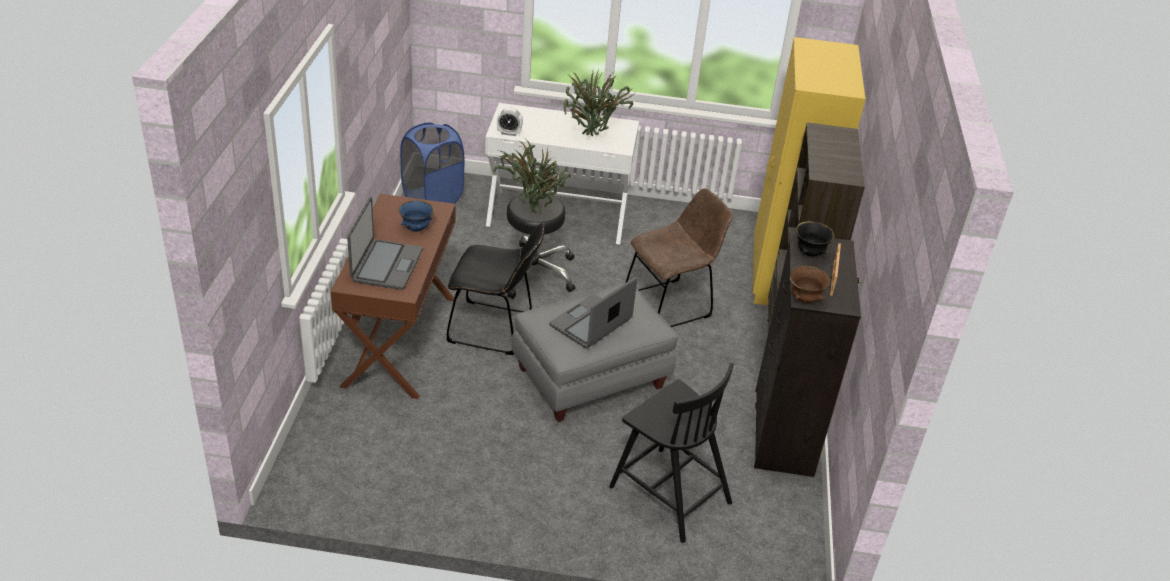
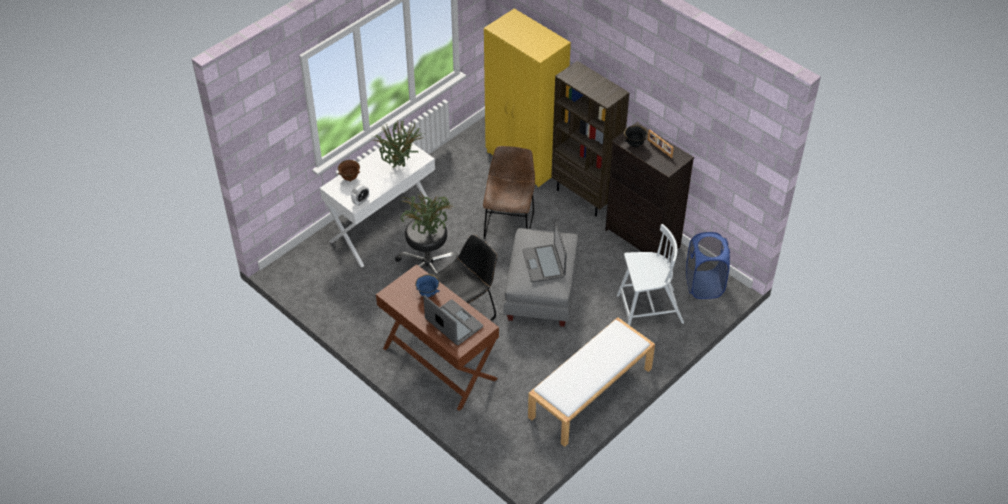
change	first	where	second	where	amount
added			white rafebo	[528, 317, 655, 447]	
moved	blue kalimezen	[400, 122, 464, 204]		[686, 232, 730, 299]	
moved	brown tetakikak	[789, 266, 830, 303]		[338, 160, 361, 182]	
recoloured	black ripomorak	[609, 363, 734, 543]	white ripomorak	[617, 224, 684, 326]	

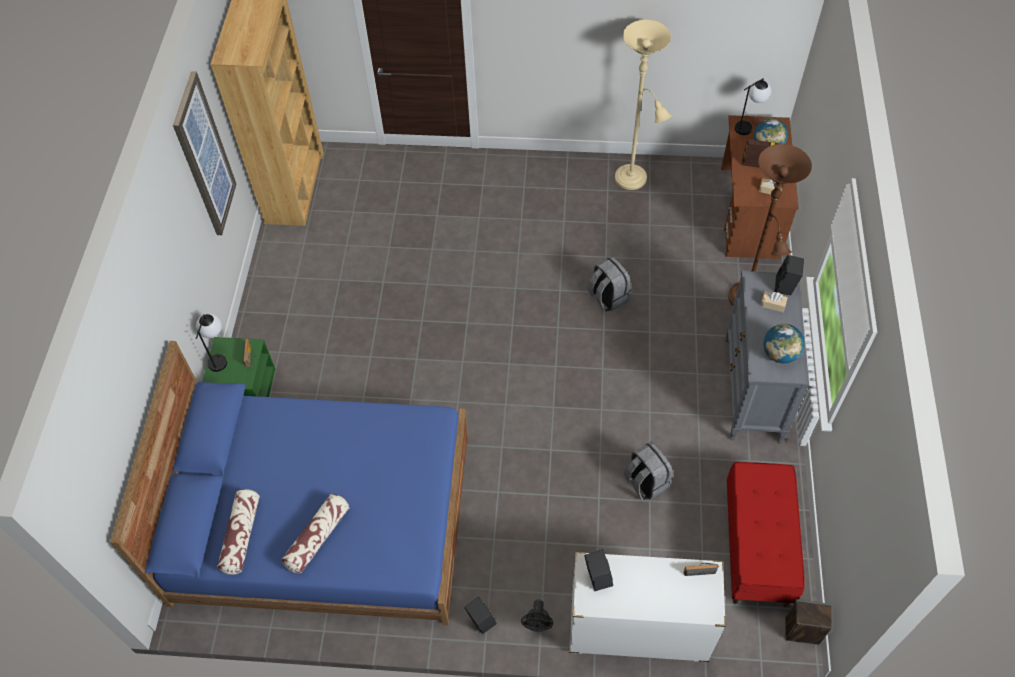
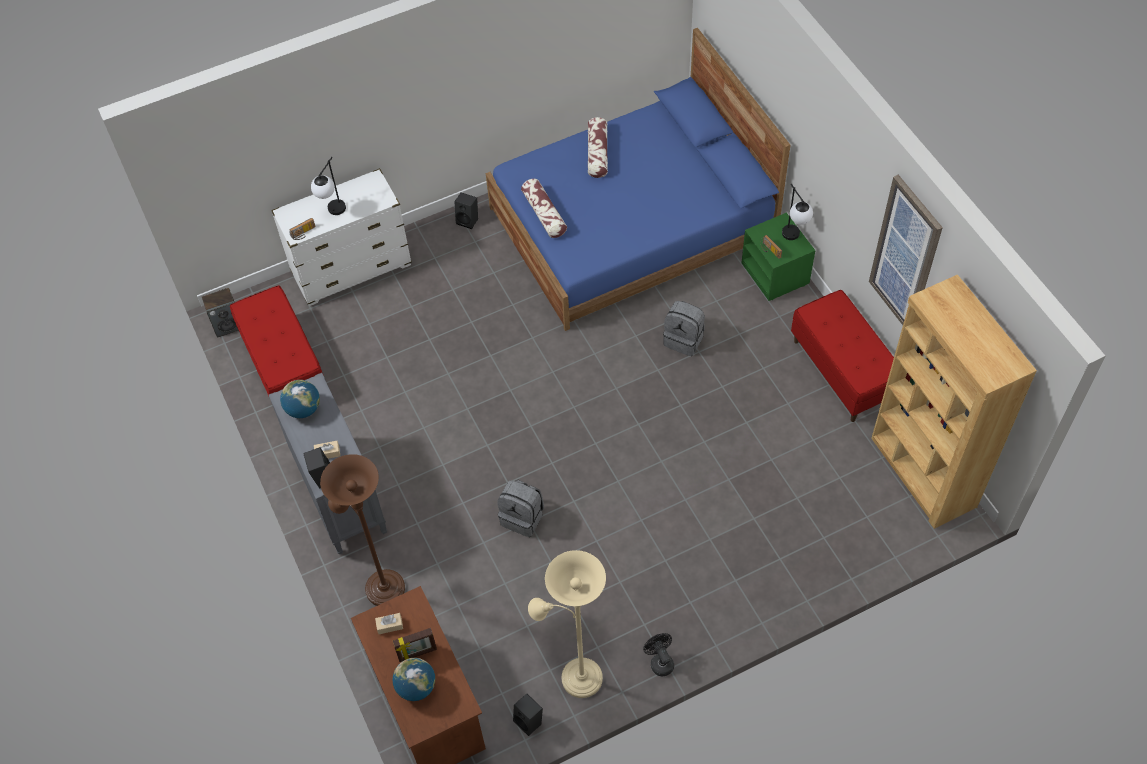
change	first	where	second	where	amount
added			red rafebo	[791, 290, 894, 422]	
moved	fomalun	[217, 489, 260, 575]		[521, 179, 567, 238]	
moved	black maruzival	[521, 599, 553, 632]		[643, 633, 674, 676]	
moved	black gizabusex	[584, 549, 613, 591]		[513, 694, 543, 736]	
moved	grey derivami	[624, 442, 673, 501]		[663, 301, 705, 356]	
moved	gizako	[735, 78, 771, 135]		[311, 157, 346, 215]	

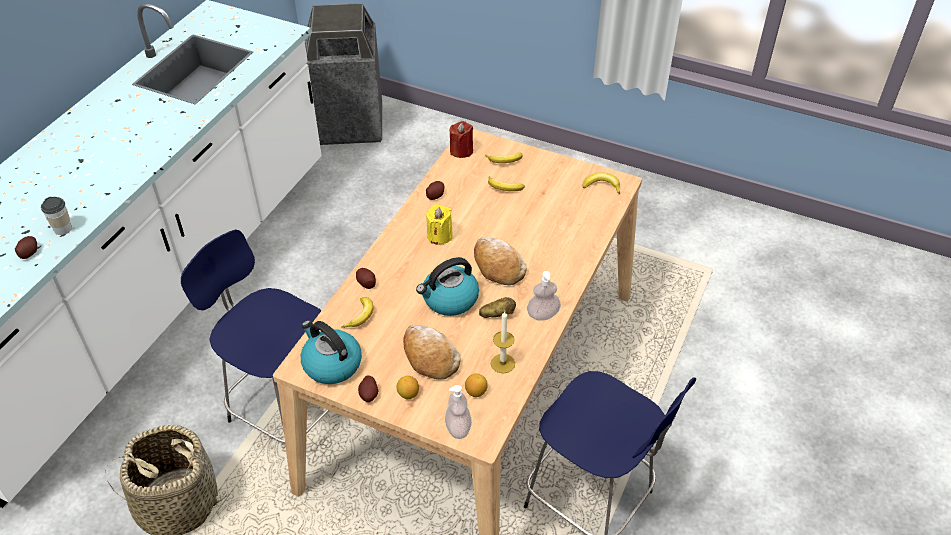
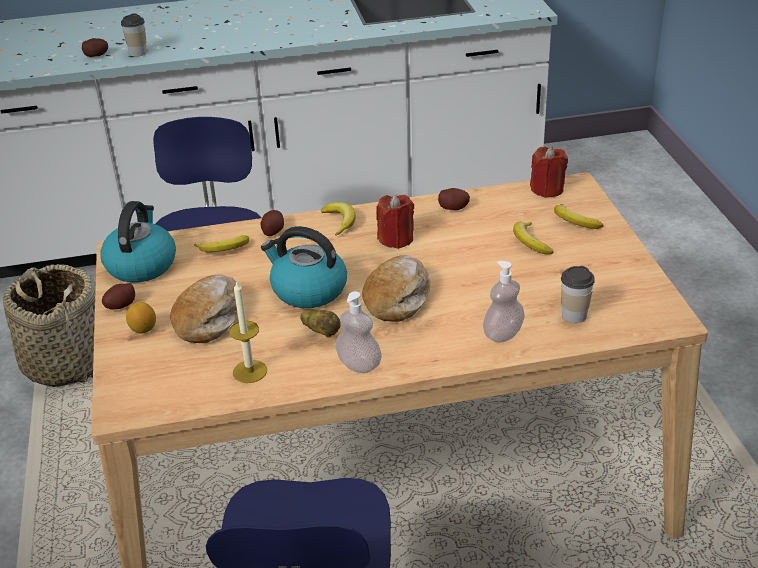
change	first	where	second	where	amount
removed	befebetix	[305, 3, 382, 145]			
removed	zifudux	[465, 374, 488, 397]			
added			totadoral	[561, 266, 595, 323]	
moved	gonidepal	[445, 385, 472, 439]		[483, 261, 524, 343]	
moved	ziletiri	[582, 172, 620, 194]		[321, 202, 356, 236]	
recoloured	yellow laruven	[426, 204, 453, 245]	red laruven	[376, 195, 414, 249]	

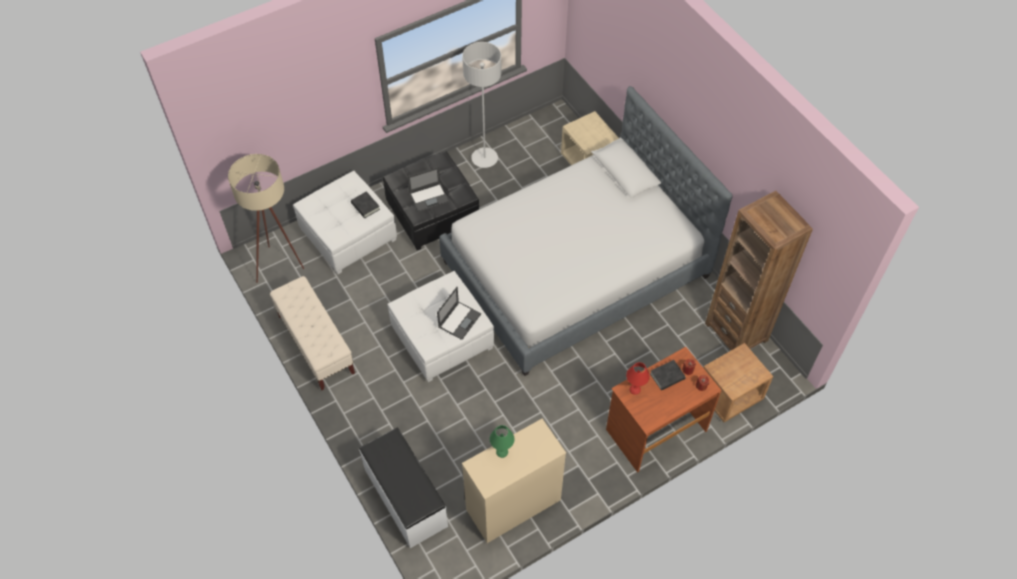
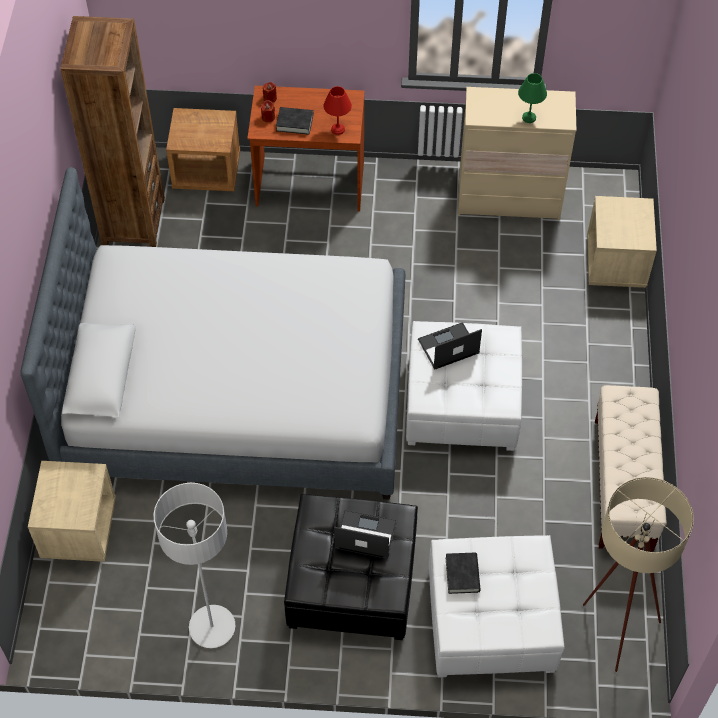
change	first	where	second	where	amount
replaced	white rafebo	[359, 428, 448, 548]	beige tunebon	[587, 196, 657, 288]	

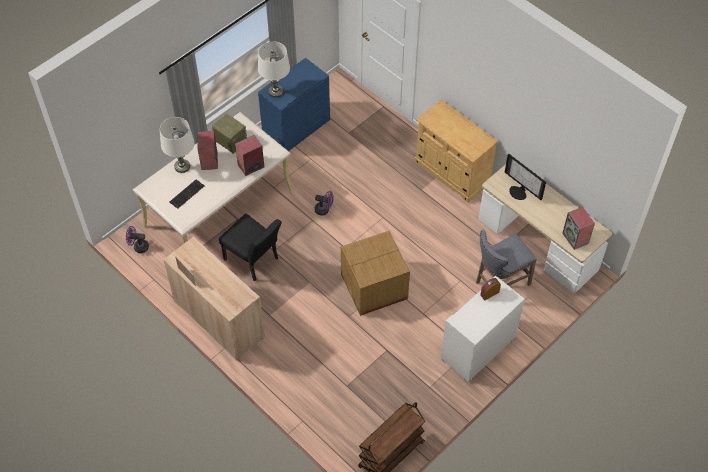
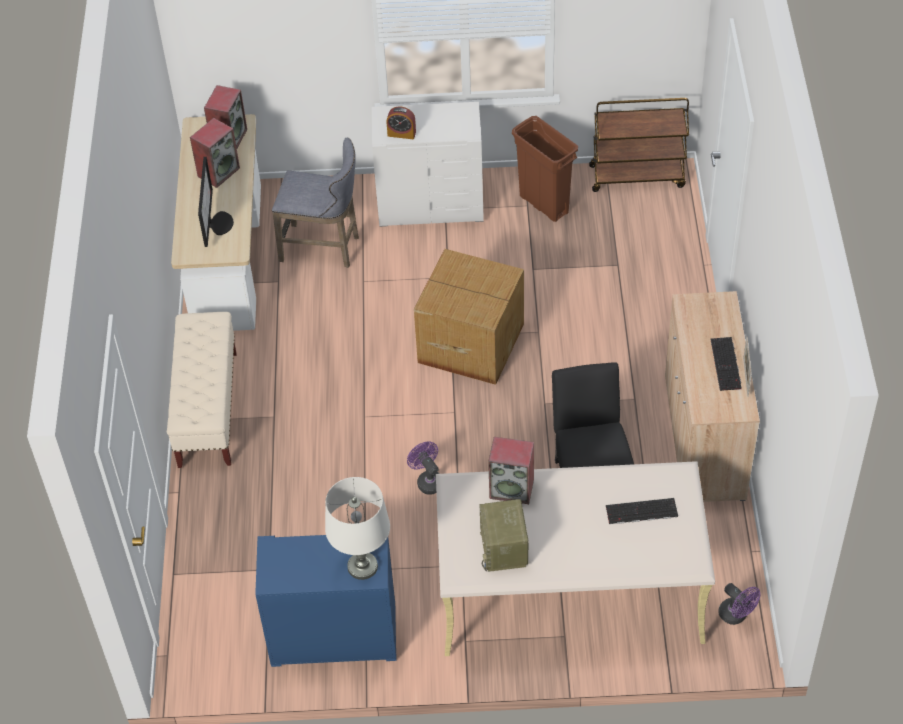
change	first	where	second	where	amount
removed	white gizako	[160, 117, 194, 173]			
added			brown befebetix	[512, 116, 578, 222]	
added			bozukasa	[710, 337, 742, 391]	
moved	gizabusex	[197, 131, 218, 170]		[190, 118, 240, 188]	
replaced	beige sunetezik	[415, 99, 499, 203]	beige rafebo	[167, 312, 237, 468]	

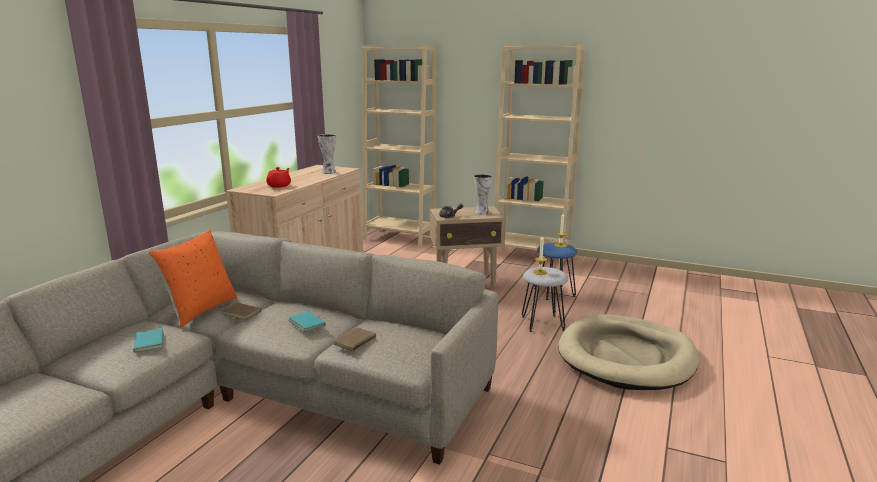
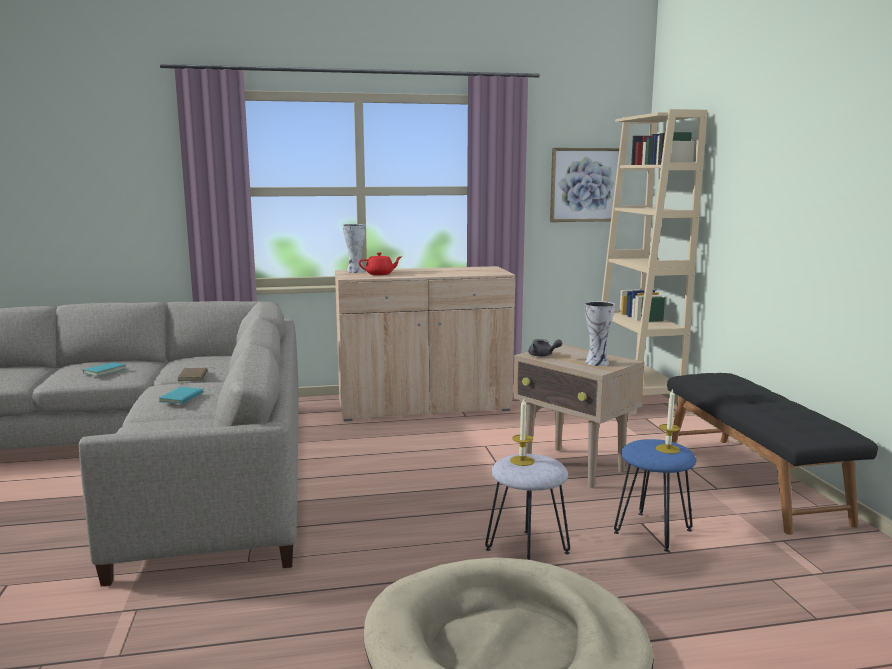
change	first	where	second	where	amount
removed	orange fomalun	[149, 230, 237, 327]			
removed	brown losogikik	[333, 327, 383, 351]			
added			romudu	[550, 148, 619, 222]	
moved	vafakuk	[318, 134, 336, 174]		[343, 224, 366, 273]	
replaced	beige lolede	[494, 44, 586, 269]	black rafebo	[667, 373, 878, 535]	

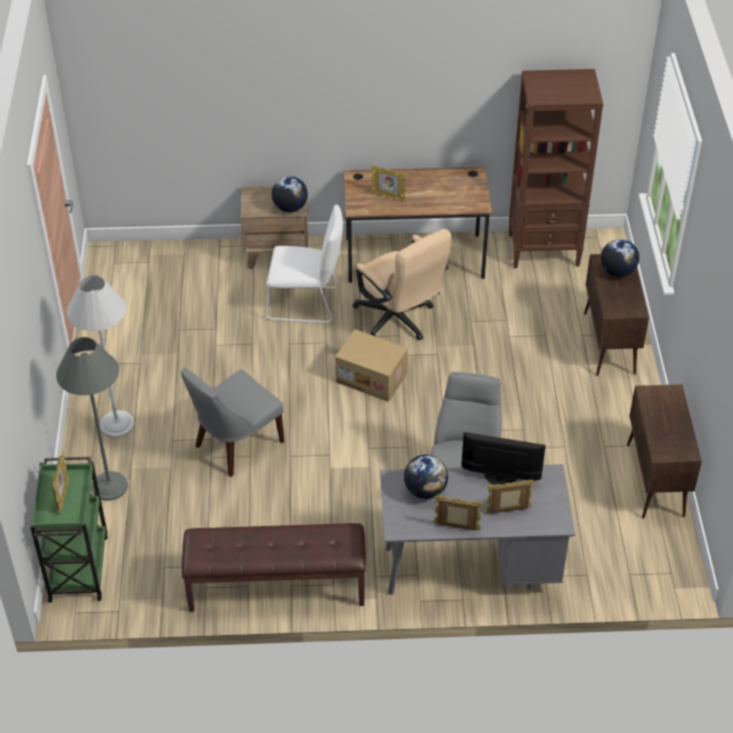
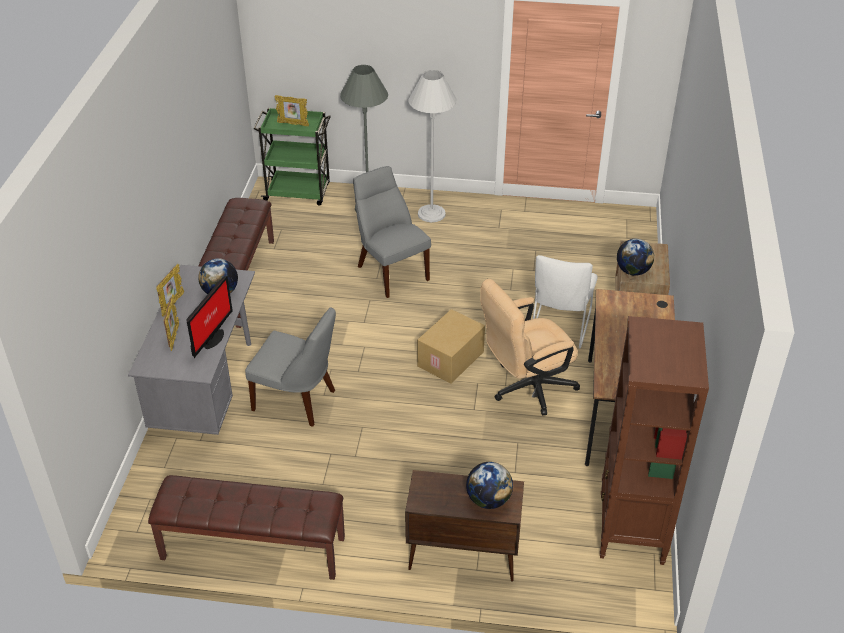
change	first	where	second	where	amount
removed	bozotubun	[371, 165, 407, 202]			
replaced	brown sunetezik	[627, 384, 702, 518]	brown rafebo	[148, 475, 345, 580]	

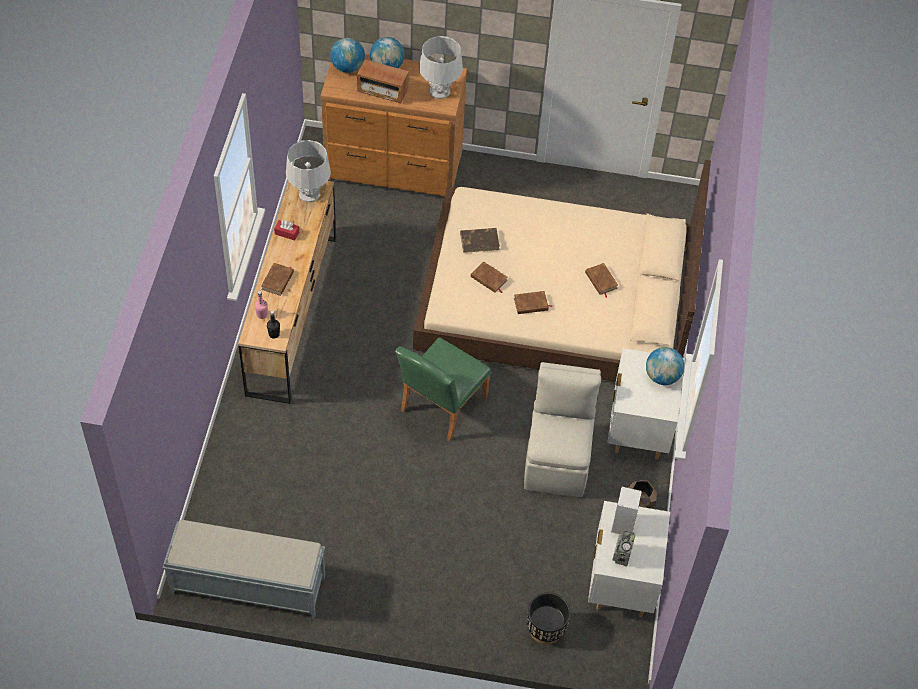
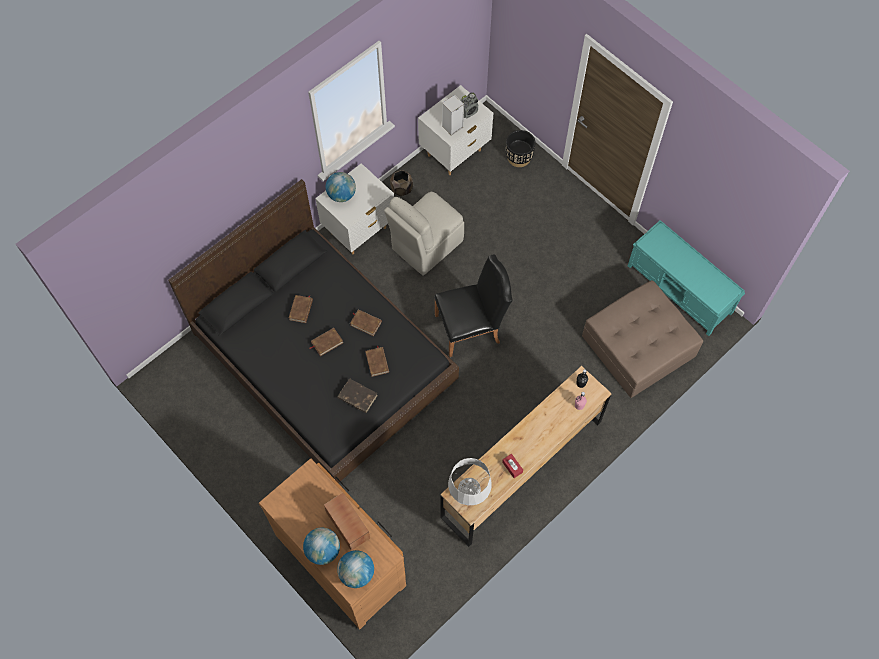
change	first	where	second	where	amount
removed	grey gizako	[419, 36, 463, 99]			
added			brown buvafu	[582, 280, 703, 398]	
moved	brown losogikik	[261, 263, 294, 296]		[310, 328, 343, 356]	
recoloured	grey rafebo	[163, 520, 325, 619]	turquoise rafebo	[628, 220, 745, 336]	
recoloured	green ripomorak	[395, 337, 491, 442]	black ripomorak	[434, 254, 513, 357]	
recoloured	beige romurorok	[413, 160, 711, 382]	black romurorok	[168, 179, 459, 483]	

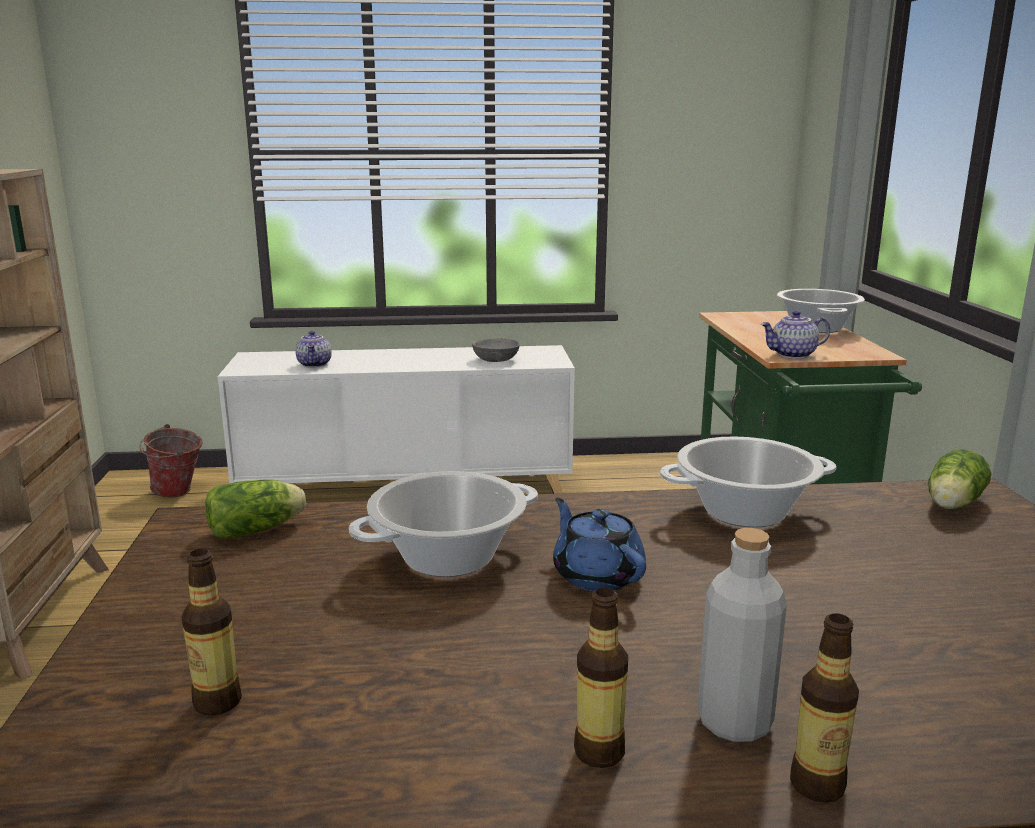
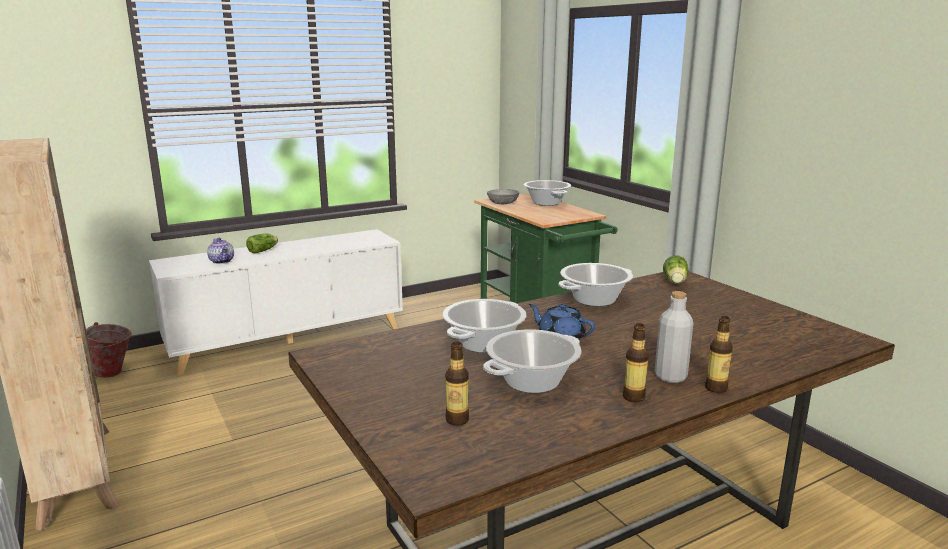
change	first	where	second	where	amount
removed	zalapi	[761, 310, 830, 359]			
added			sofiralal	[483, 329, 582, 393]	
moved	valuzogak	[205, 479, 306, 539]		[246, 233, 278, 254]	
moved	grey tetakikak	[472, 338, 520, 362]		[487, 189, 519, 204]	

